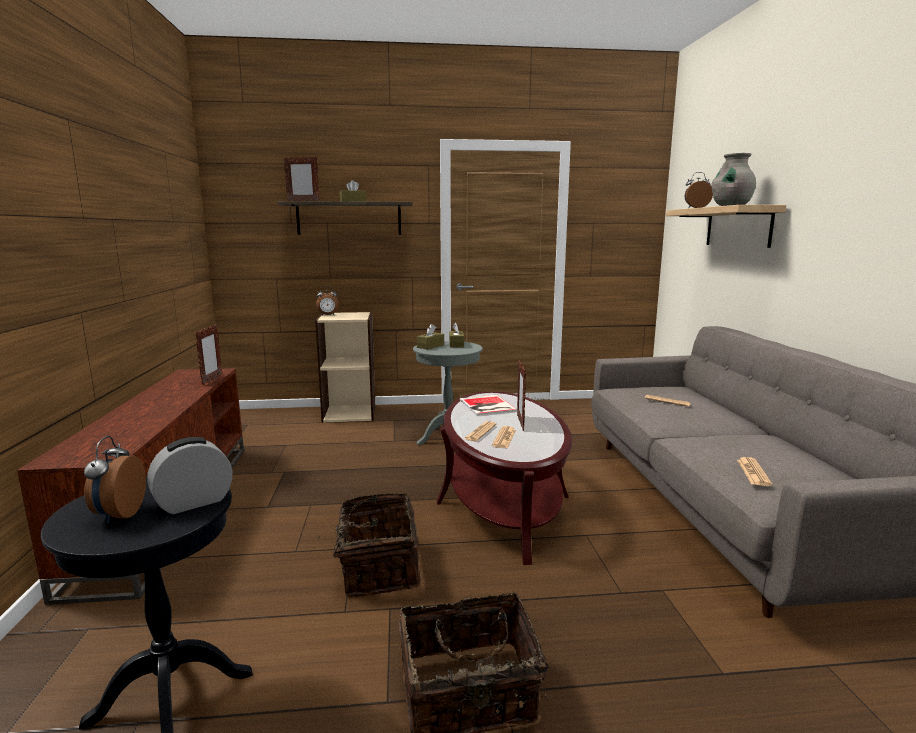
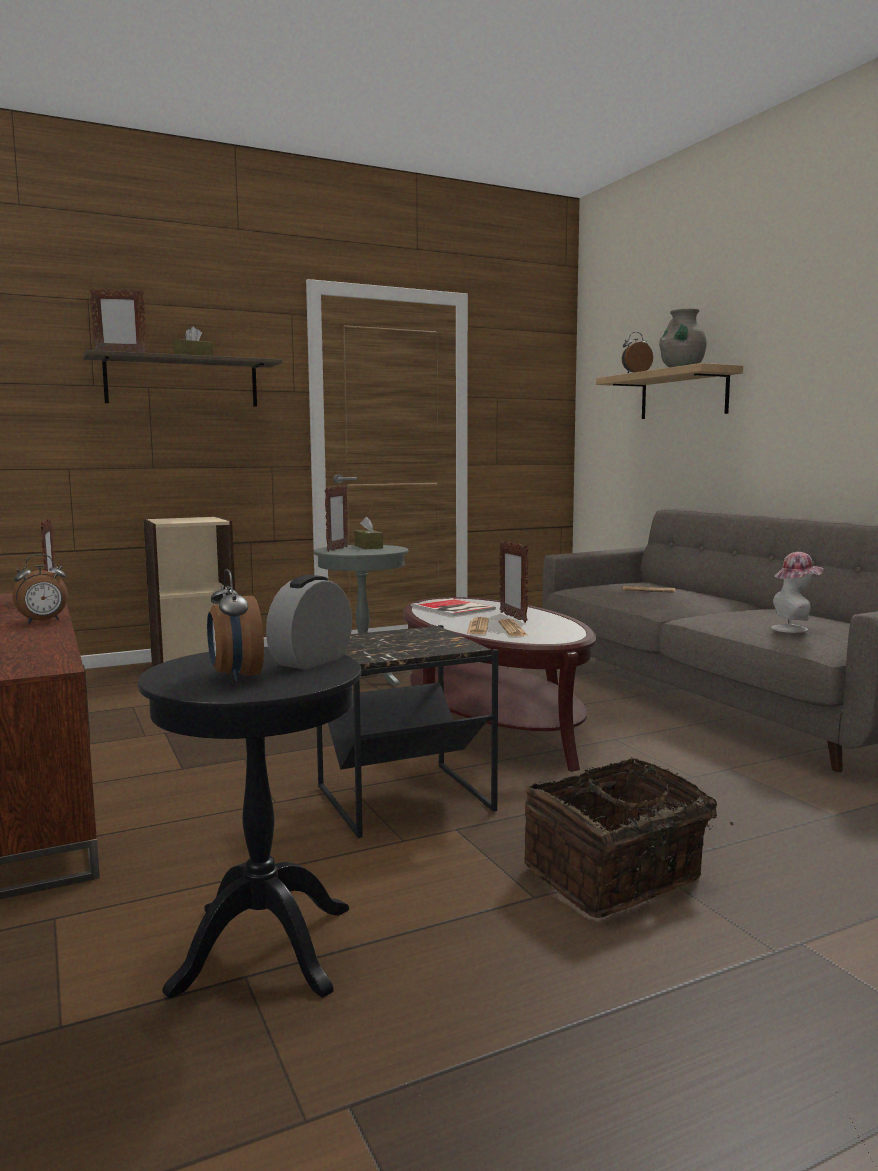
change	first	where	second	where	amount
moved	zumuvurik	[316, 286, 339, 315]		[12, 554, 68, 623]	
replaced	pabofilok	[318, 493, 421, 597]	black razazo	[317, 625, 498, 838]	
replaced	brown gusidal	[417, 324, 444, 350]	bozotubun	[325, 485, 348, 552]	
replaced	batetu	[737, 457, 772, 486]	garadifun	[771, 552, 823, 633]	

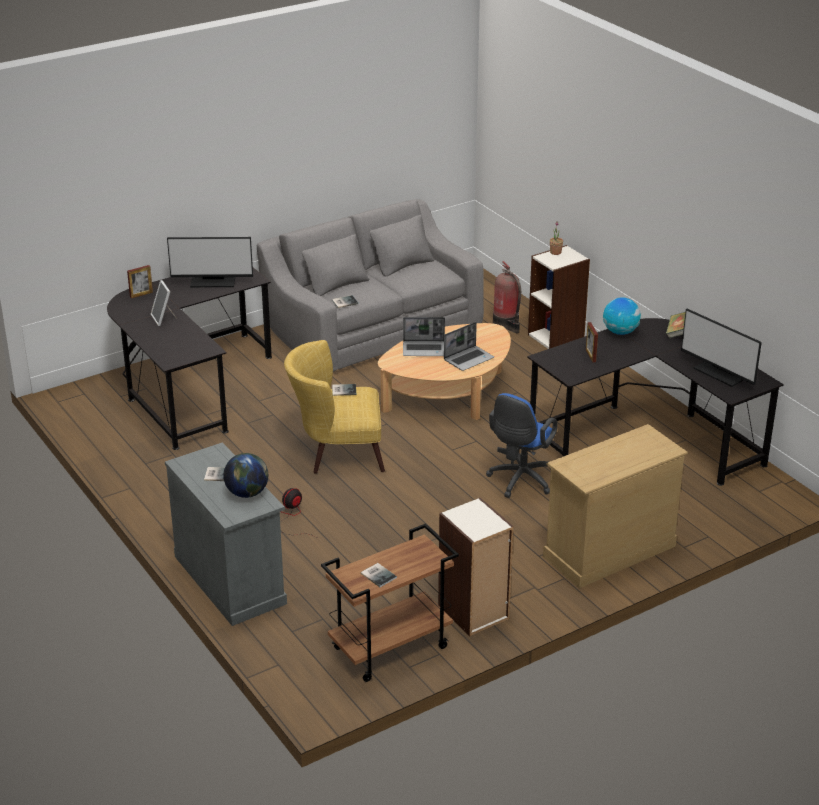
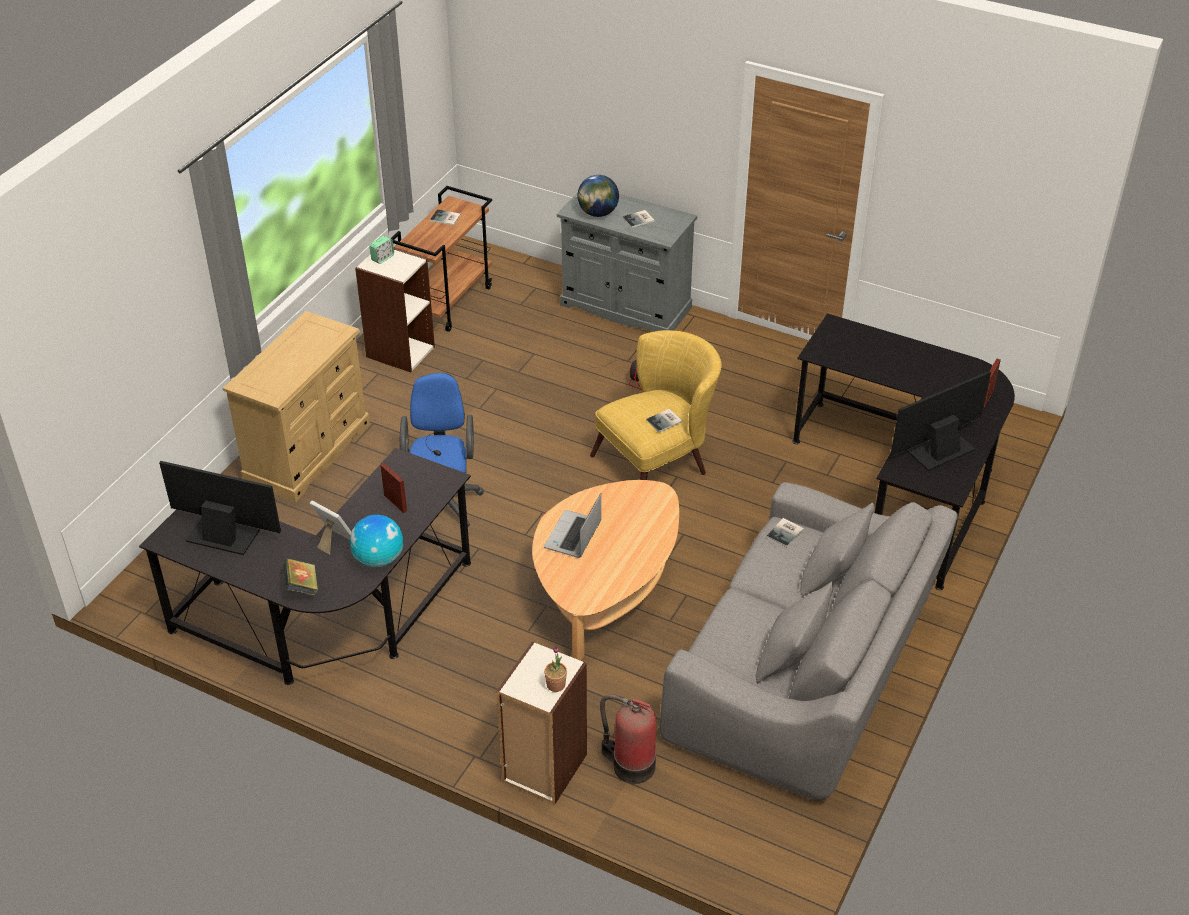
change	first	where	second	where	amount
removed	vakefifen	[403, 317, 445, 356]			
added			zumuvurik	[369, 236, 394, 264]	
moved	bozotubun	[151, 280, 177, 326]		[310, 501, 351, 555]	

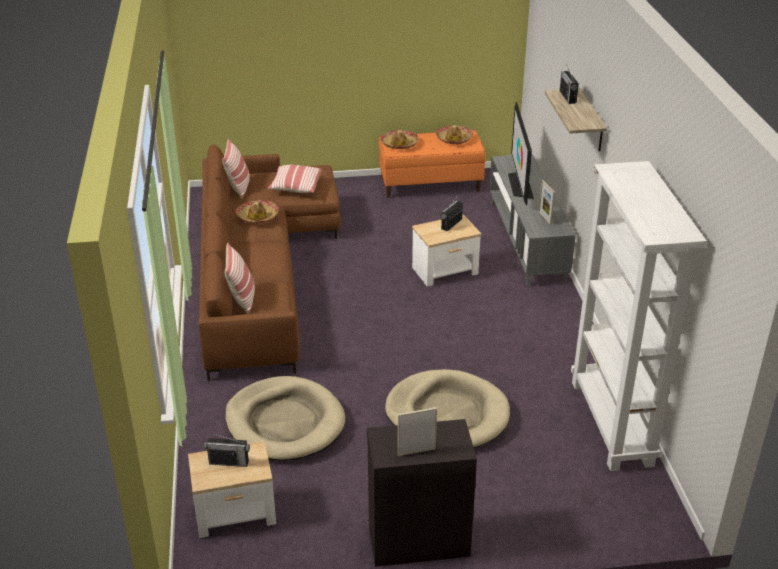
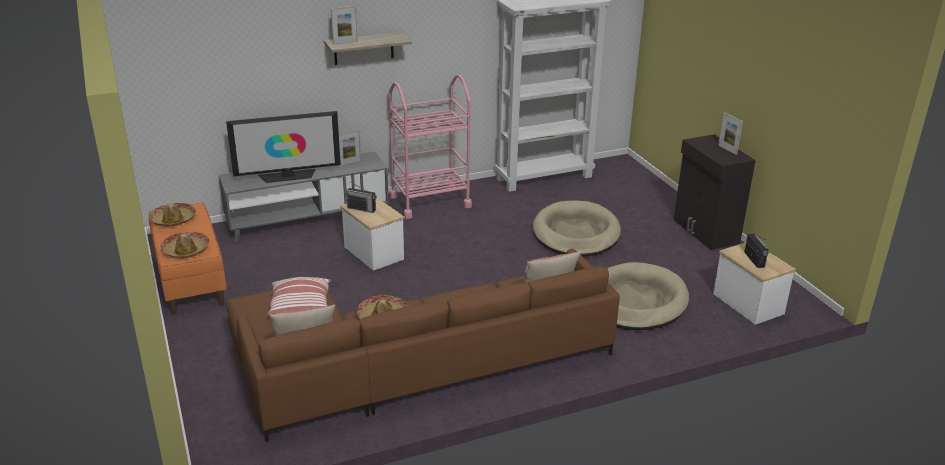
change	first	where	second	where	amount
added			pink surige	[389, 74, 472, 219]	
replaced	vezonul	[560, 63, 579, 104]	bozotubun	[331, 6, 358, 45]	

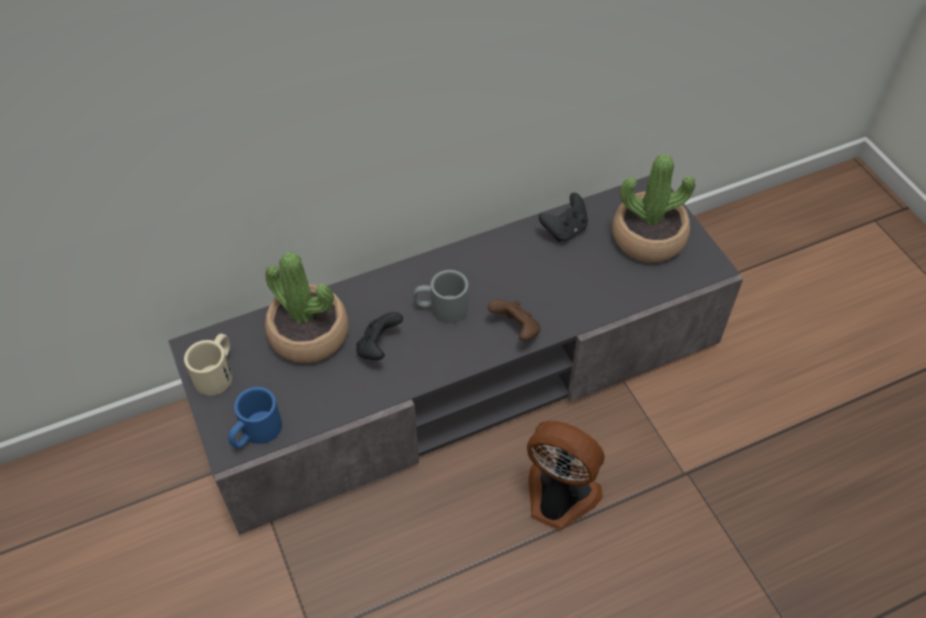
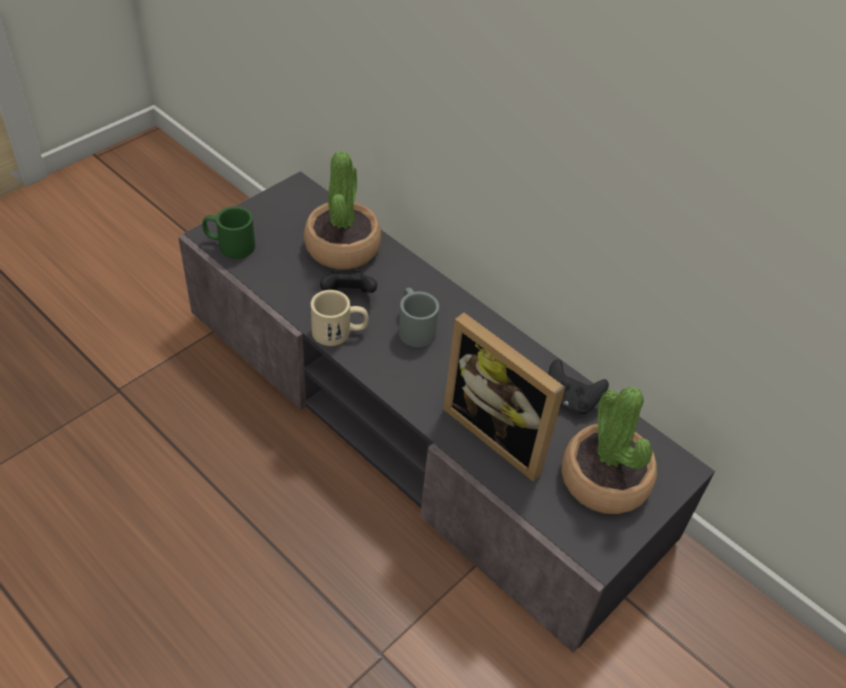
change	first	where	second	where	amount
removed	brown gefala	[488, 299, 541, 341]			
removed	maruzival	[527, 421, 605, 530]			
added			bozotubun	[443, 313, 565, 482]	
moved	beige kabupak	[184, 334, 232, 396]		[311, 290, 368, 346]	
recoloured	blue kabupak	[228, 387, 282, 449]	green kabupak	[202, 206, 255, 259]	

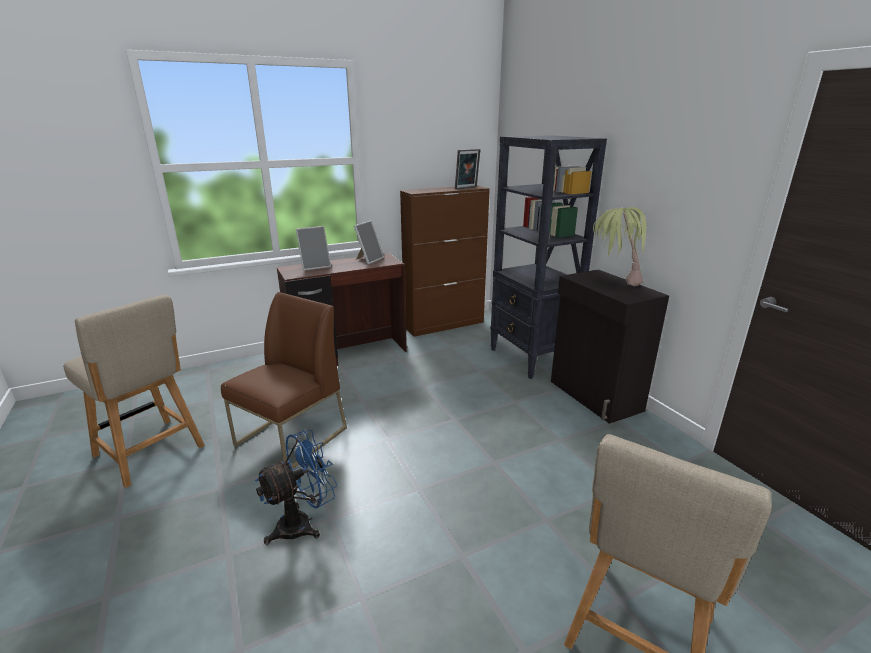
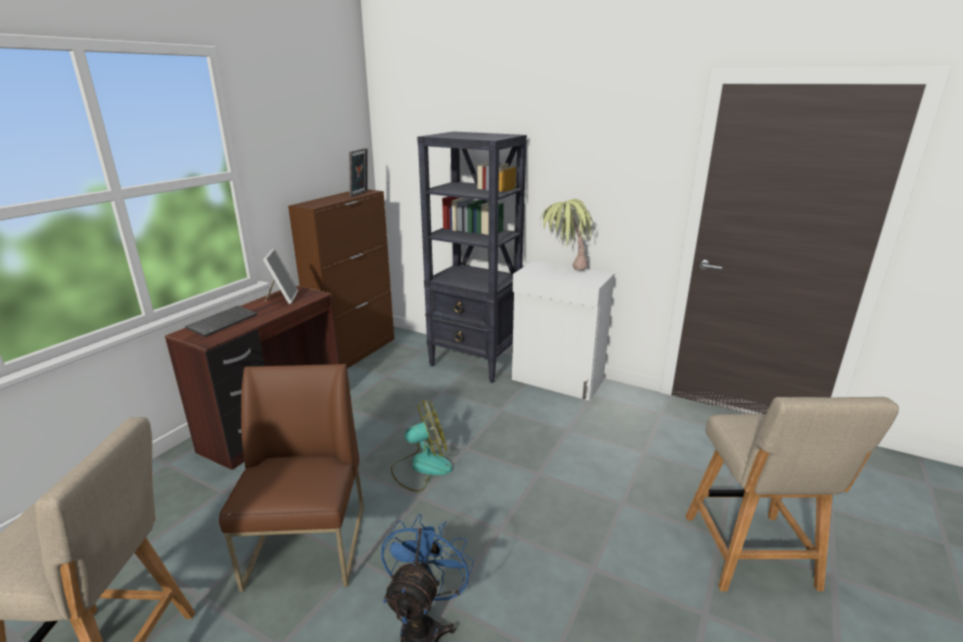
change	first	where	second	where	amount
added			maruzival	[391, 400, 453, 492]	
replaced	bozotubun	[296, 226, 331, 271]	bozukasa	[185, 306, 258, 337]	
recoloured	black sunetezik	[551, 269, 669, 424]	white sunetezik	[512, 260, 615, 400]	

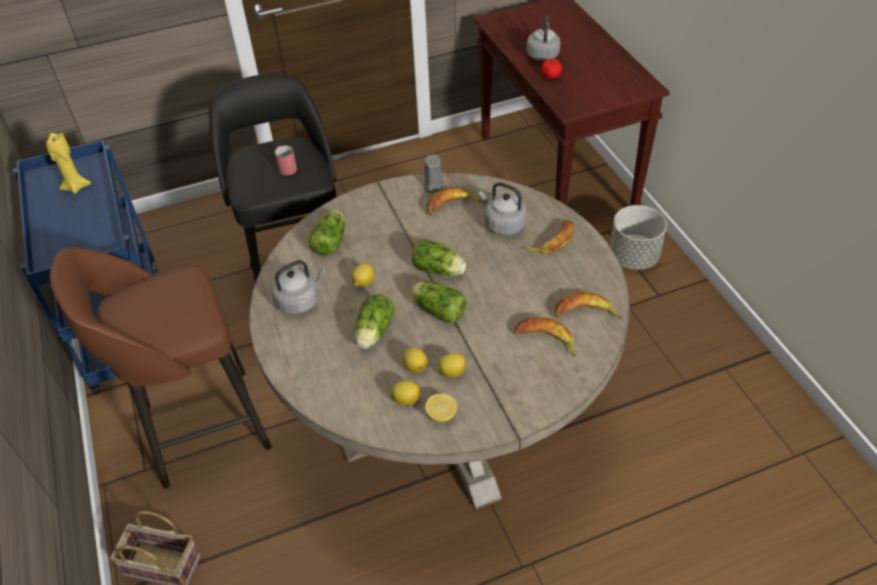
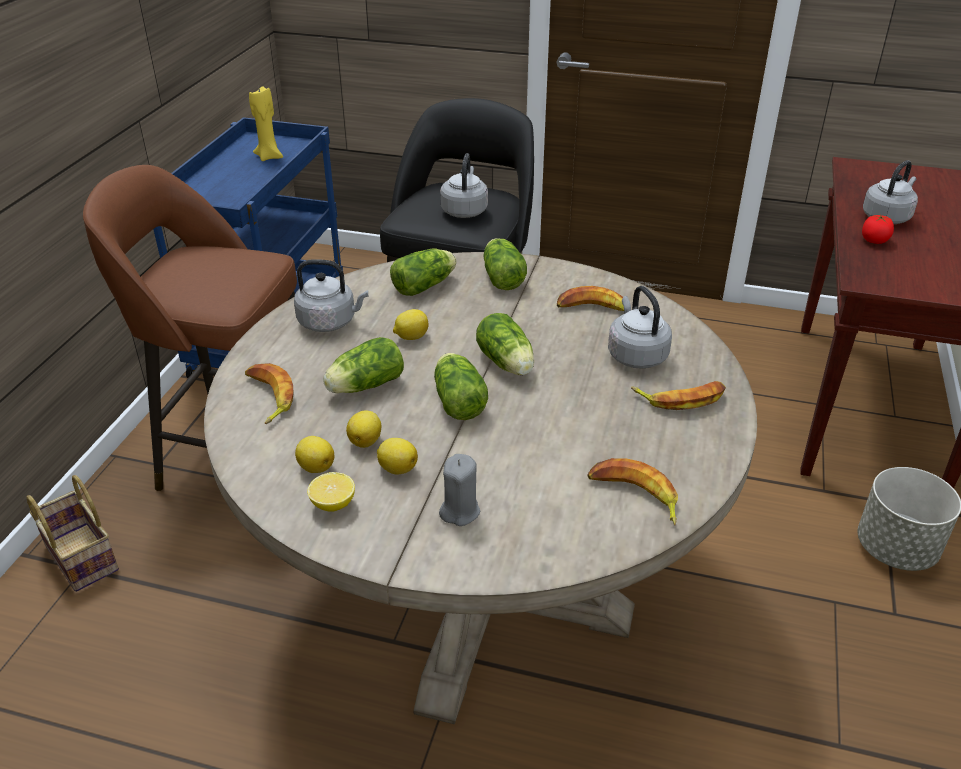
change	first	where	second	where	amount
added			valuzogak	[483, 238, 527, 290]	
moved	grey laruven	[423, 155, 444, 193]		[439, 454, 480, 526]	
moved	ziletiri	[514, 317, 575, 357]		[245, 363, 293, 424]	
replaced	red kabupak	[275, 146, 297, 176]	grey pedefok	[440, 153, 488, 218]	

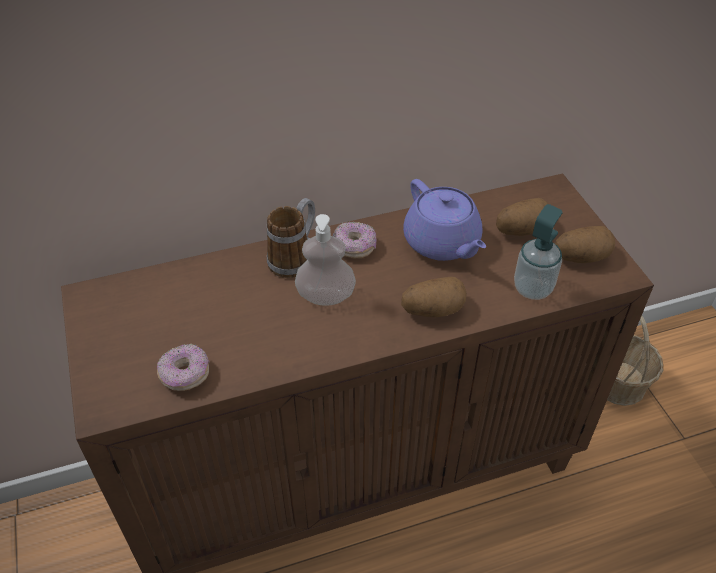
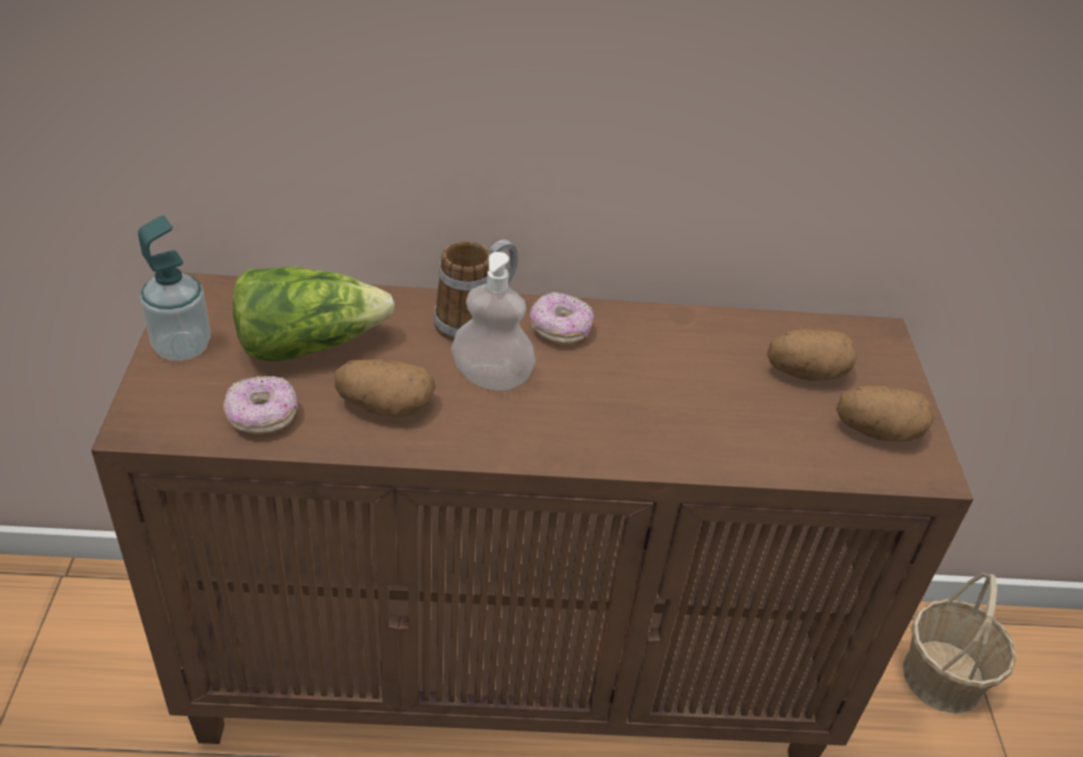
change	first	where	second	where	amount
removed	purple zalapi	[403, 179, 486, 261]			
added			valuzogak	[233, 267, 395, 362]	
moved	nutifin	[401, 277, 467, 317]		[335, 359, 435, 417]	
moved	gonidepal	[514, 204, 562, 300]		[138, 216, 211, 361]	

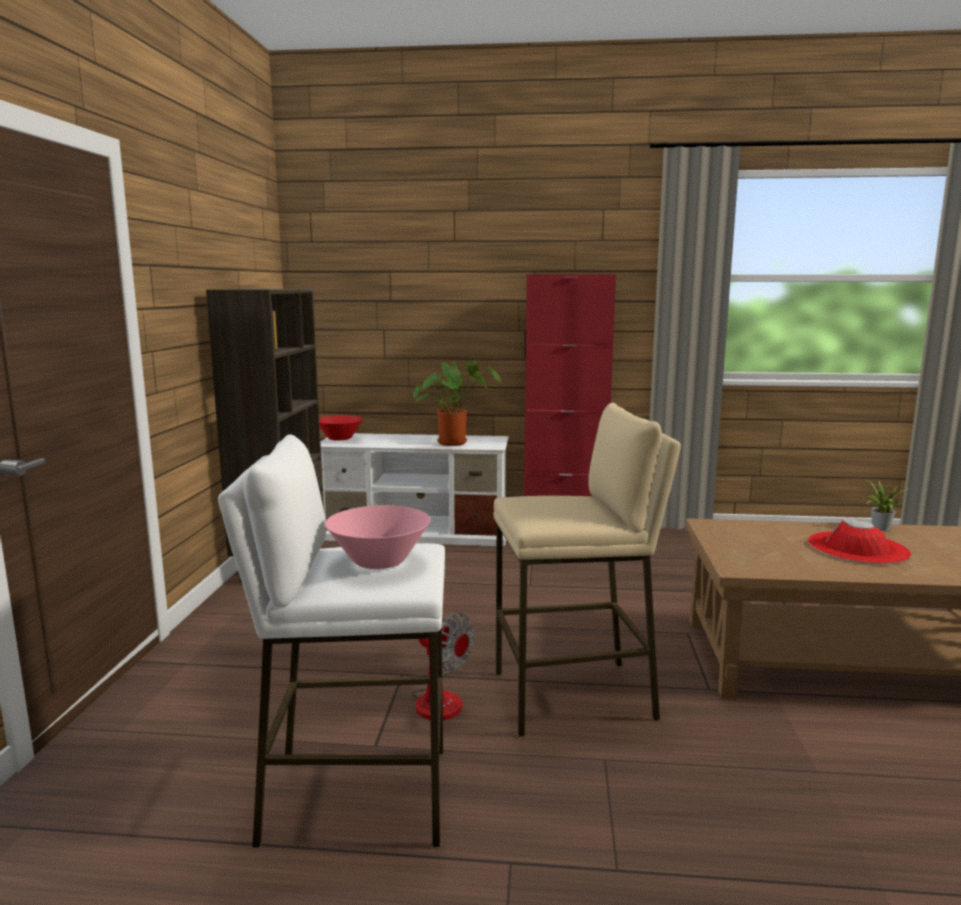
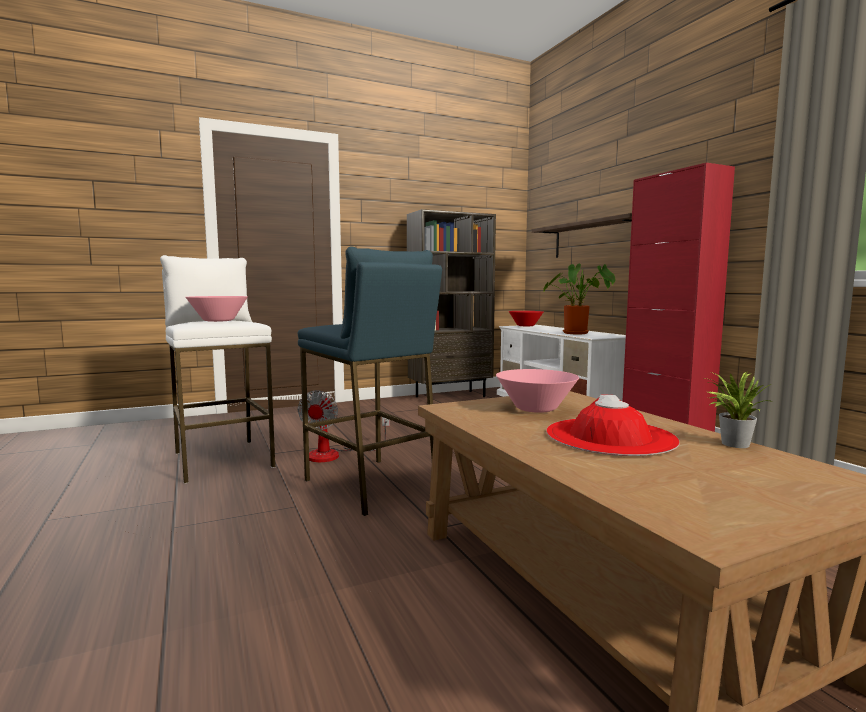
change	first	where	second	where	amount
added			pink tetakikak	[496, 369, 579, 413]	
added			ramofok	[532, 213, 632, 258]	
recoloured	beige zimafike	[493, 402, 681, 737]	blue zimafike	[298, 246, 442, 516]	

